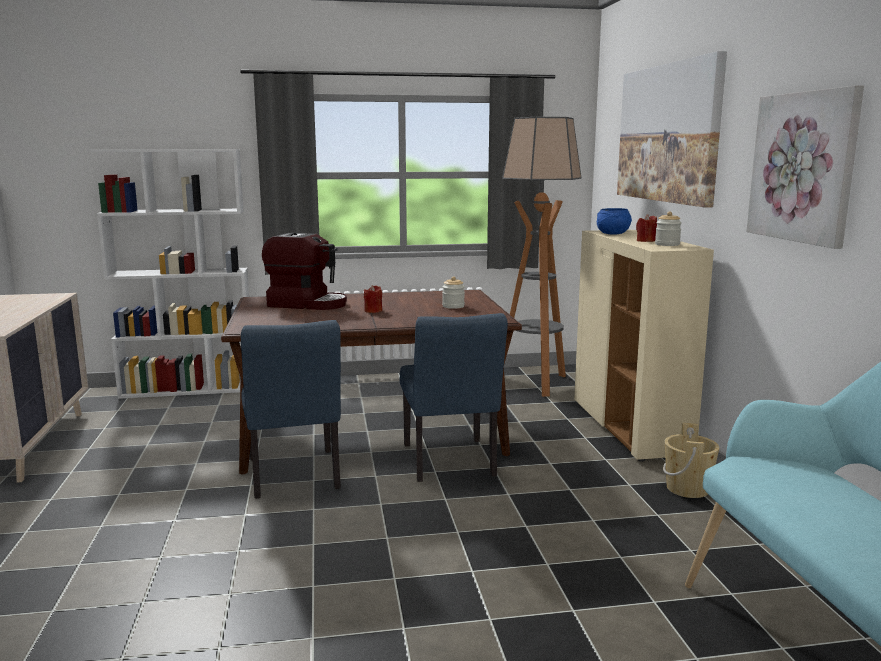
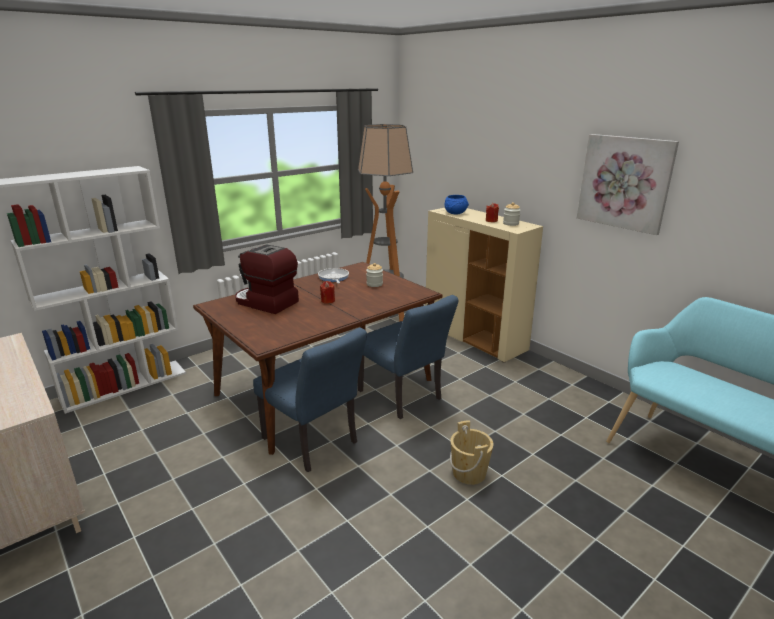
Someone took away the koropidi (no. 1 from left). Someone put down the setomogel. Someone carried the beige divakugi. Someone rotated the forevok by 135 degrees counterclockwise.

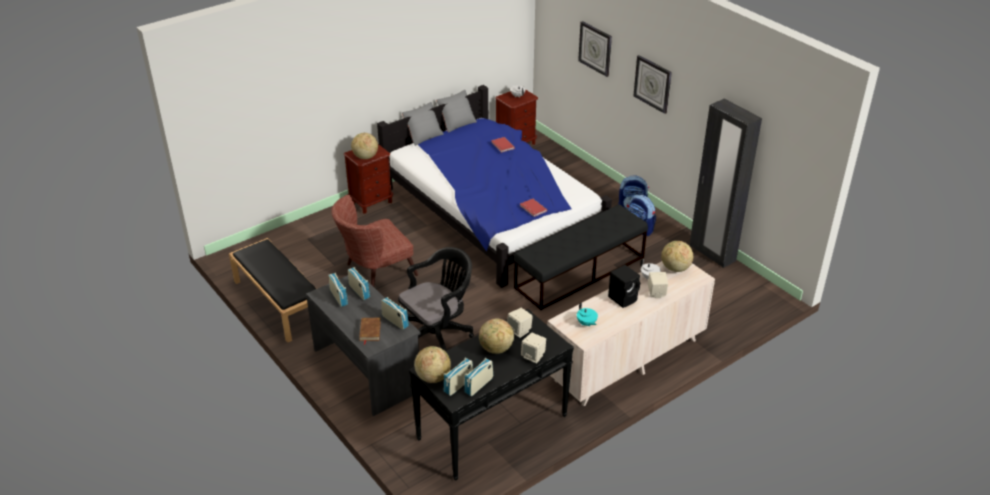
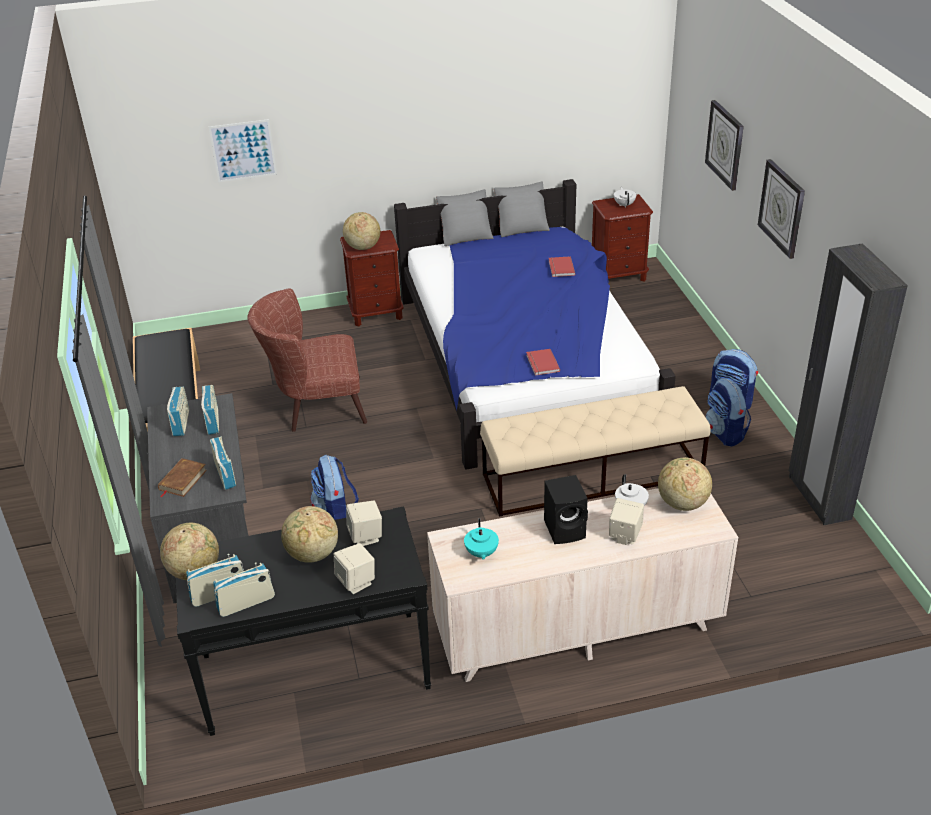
Someone put up the koropidi. Someone swapped the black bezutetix for the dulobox (no. 1 from left). Someone repainted the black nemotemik (no. 2 from left), which became the beige nemotemik.

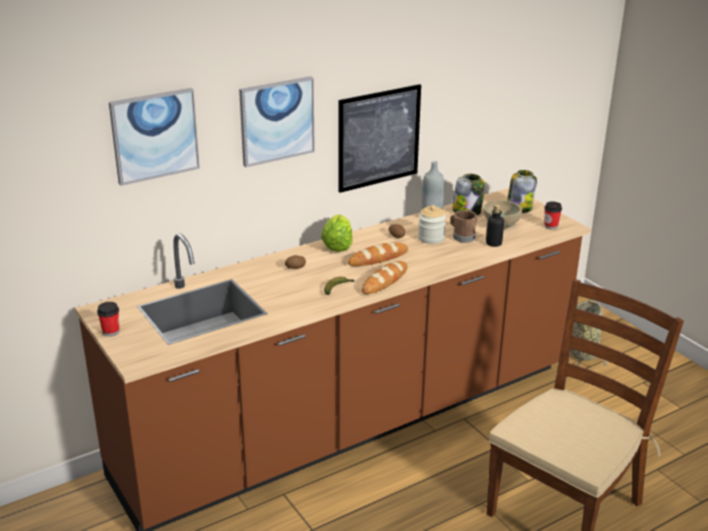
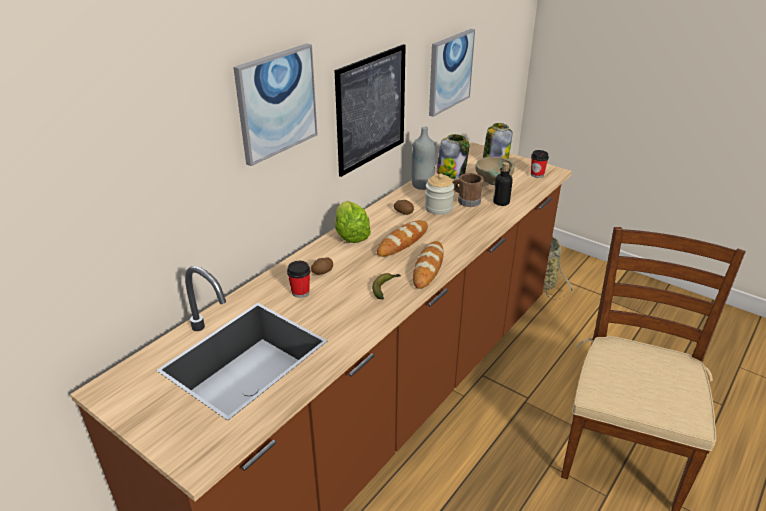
Someone carried the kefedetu (no. 1 from left). Someone carried the koropidi (no. 1 from left in the first image).

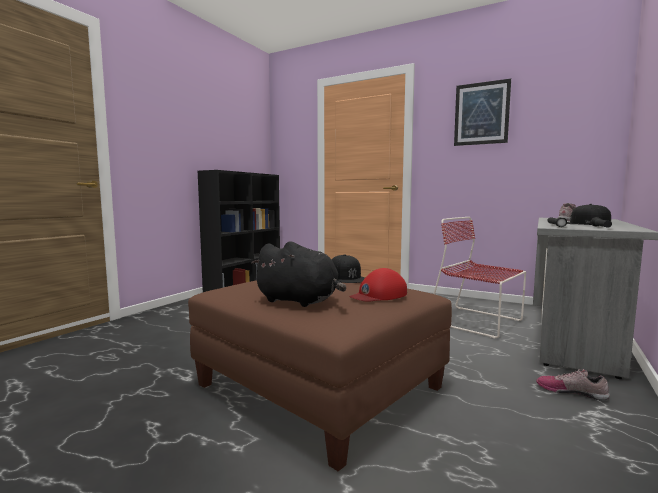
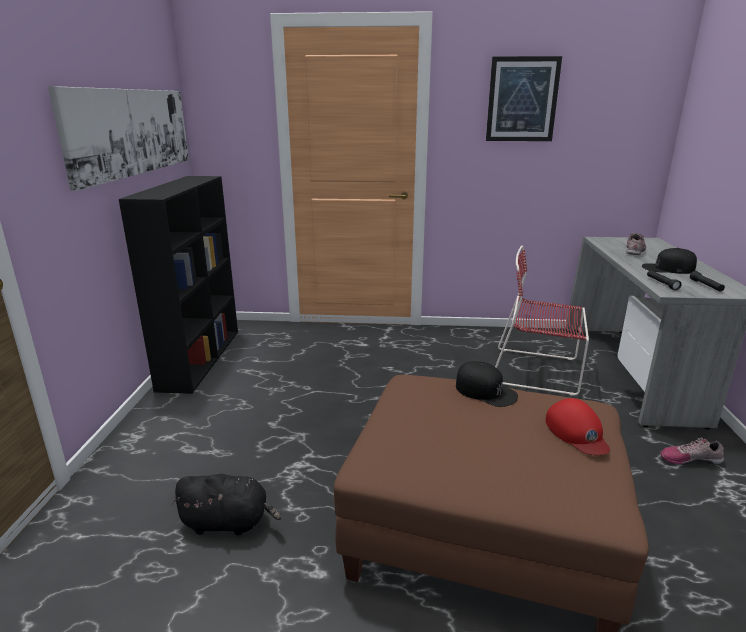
Someone put up the koropidi (no. 1 from left). Someone carried the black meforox. Someone rotated the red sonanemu by 45 degrees counterclockwise.

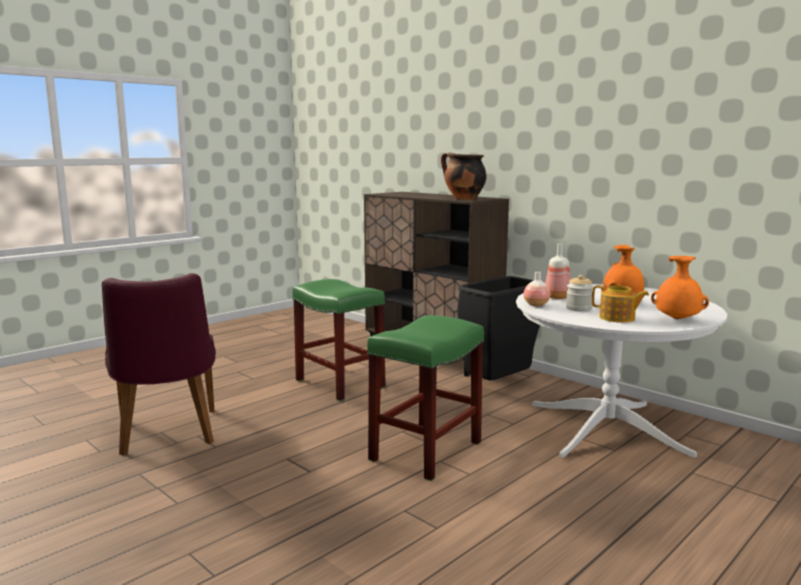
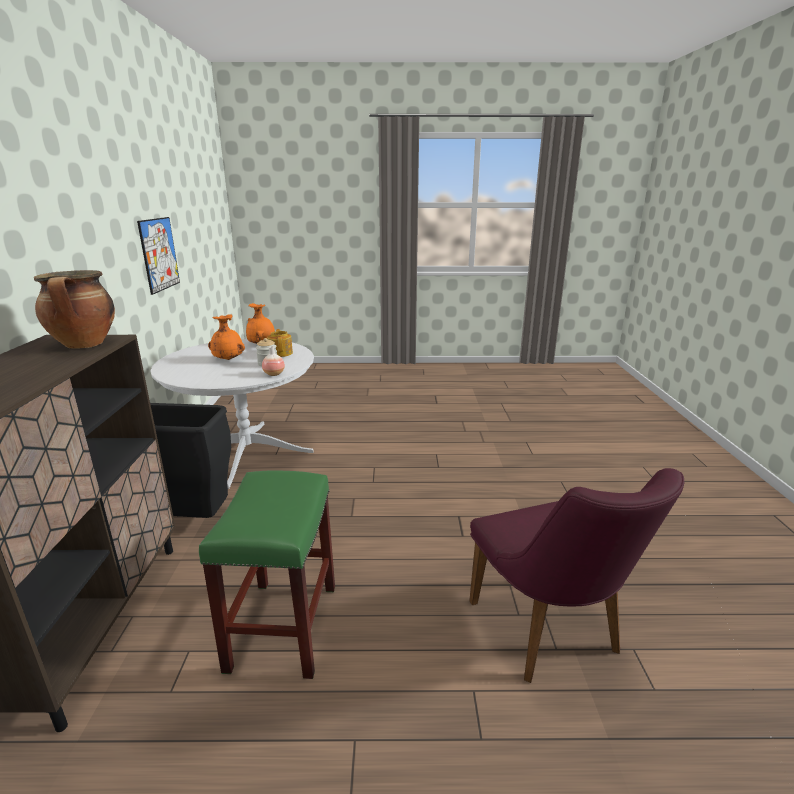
Someone took away the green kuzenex (no. 2 from left). Someone took away the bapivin. Someone put up the koropidi. Someone rotated the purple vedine by 135 degrees clockwise.

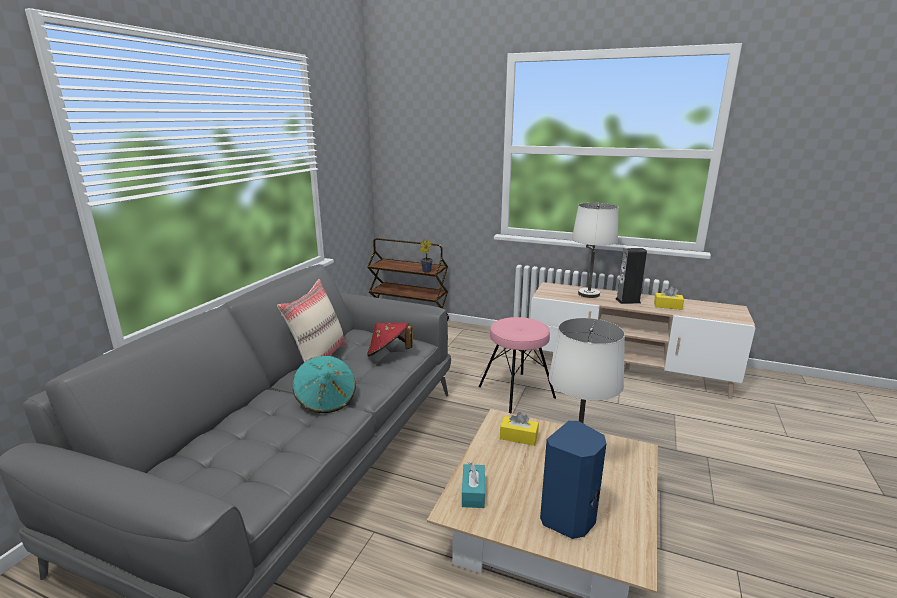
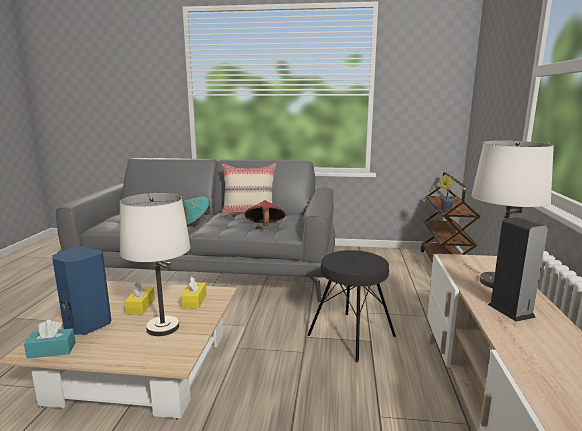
Someone carried the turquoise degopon. Someone carried the yellow degopon (no. 2 from left in the first image). Someone repainted the pink kuzenex, which became the black kuzenex.

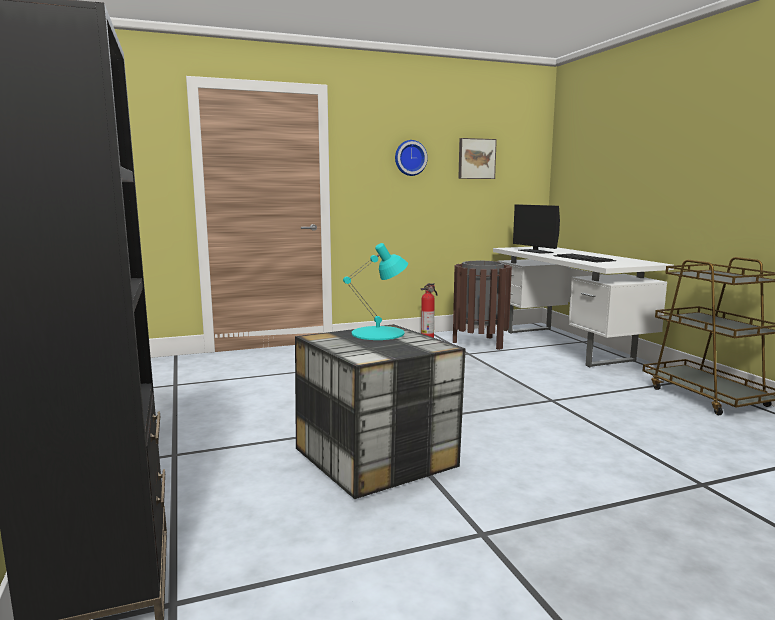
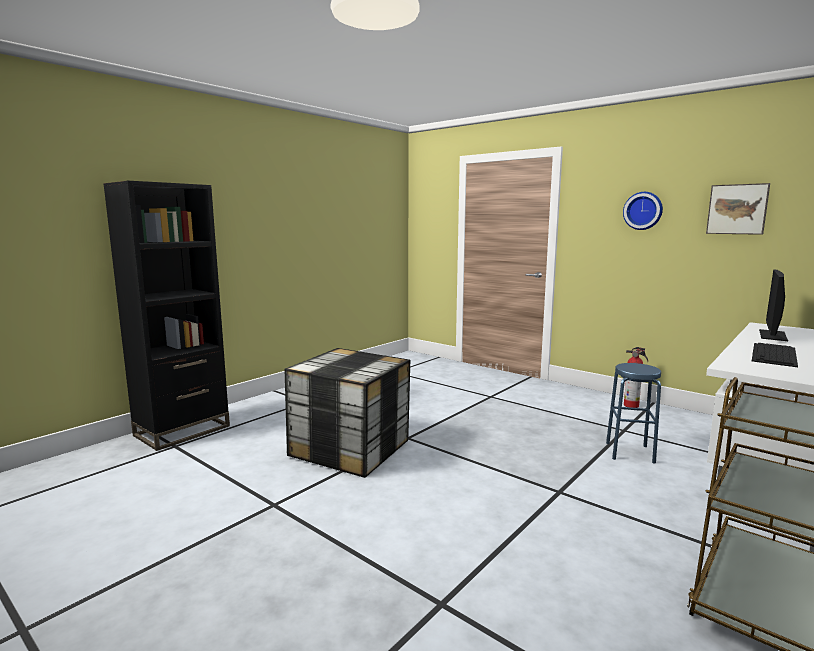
Someone took away the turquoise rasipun. Someone took away the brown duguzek. Someone put down the blue kuzenex.

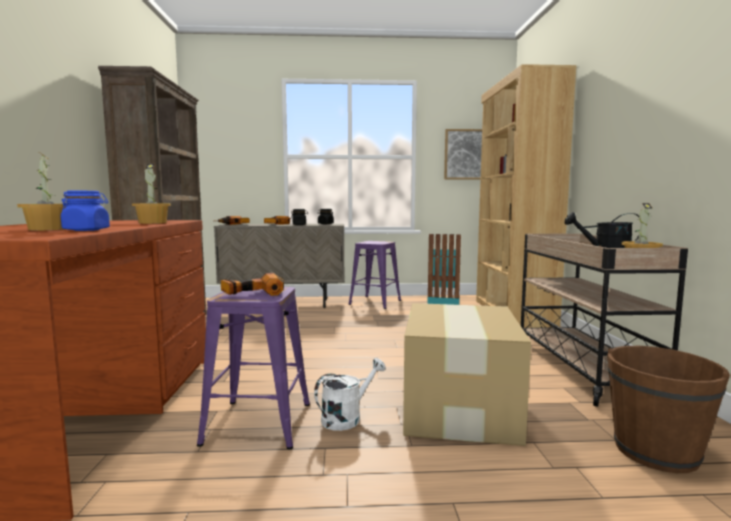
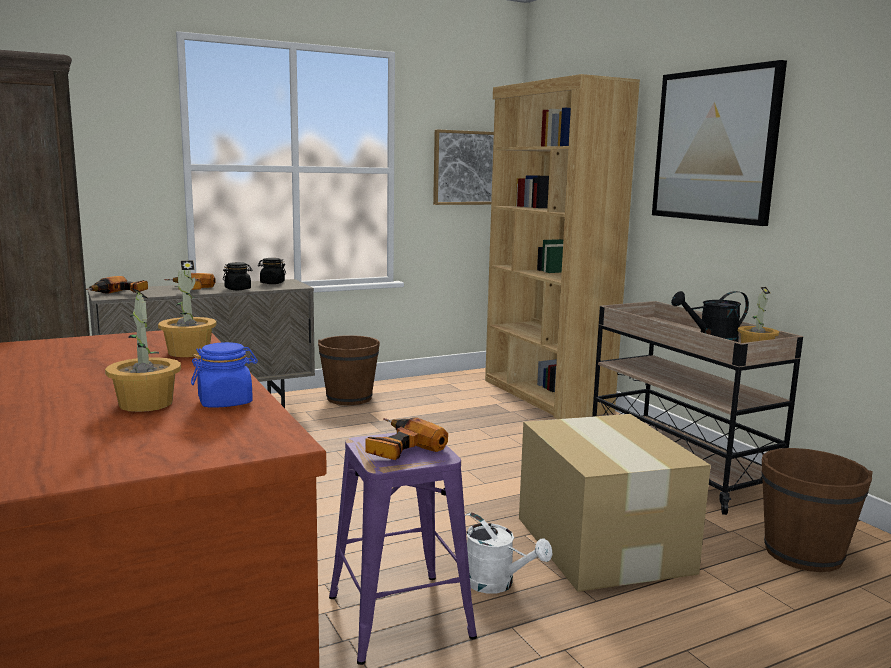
Someone took away the turquoise duguzek. Someone put up the koropidi (no. 2 from left). Someone swapped the purple kuzenex (no. 2 from left) for the brown divakugi (no. 1 from left). Someone rotated the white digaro by 105 degrees clockwise.

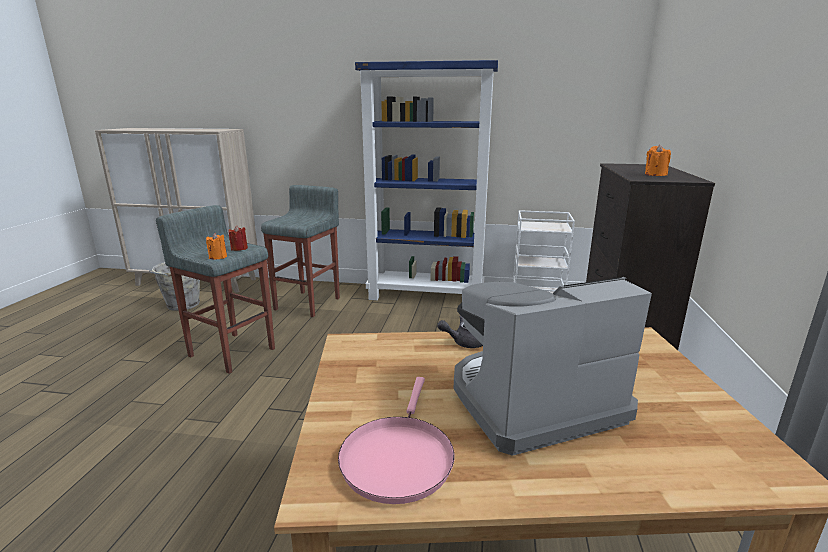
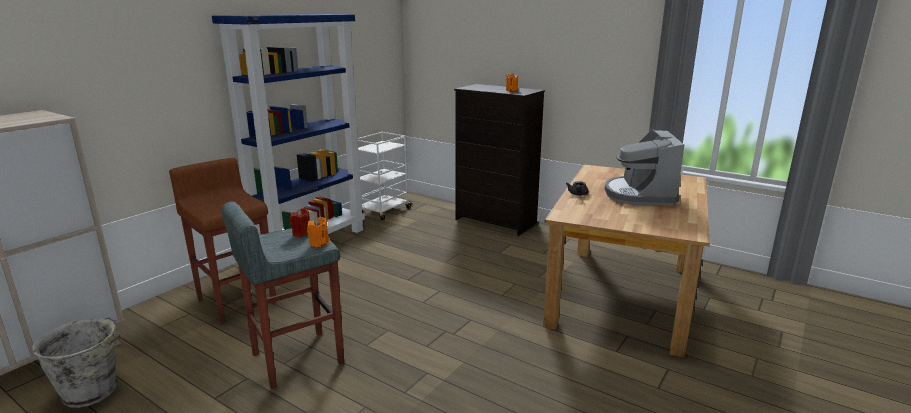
Someone took away the pink setomogel. Someone repainted the grey kuzenex (no. 2 from left), which became the brown kuzenex.

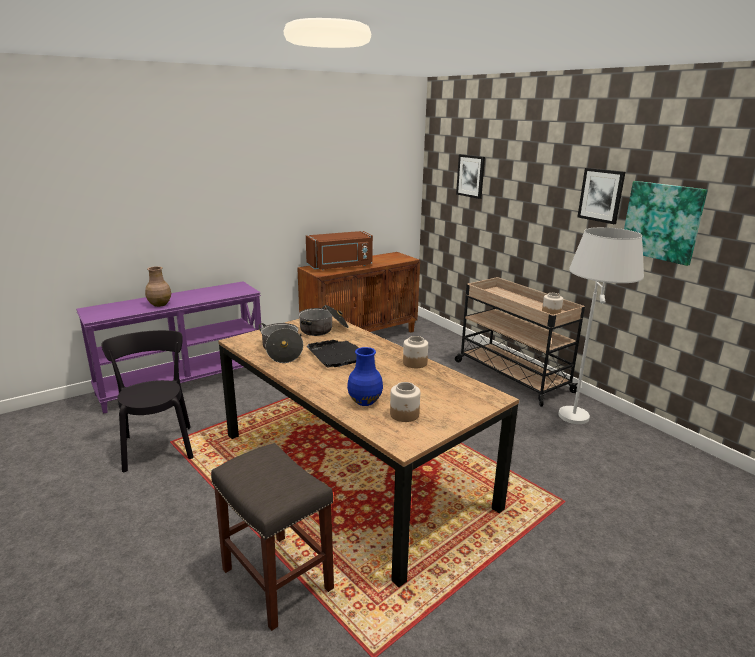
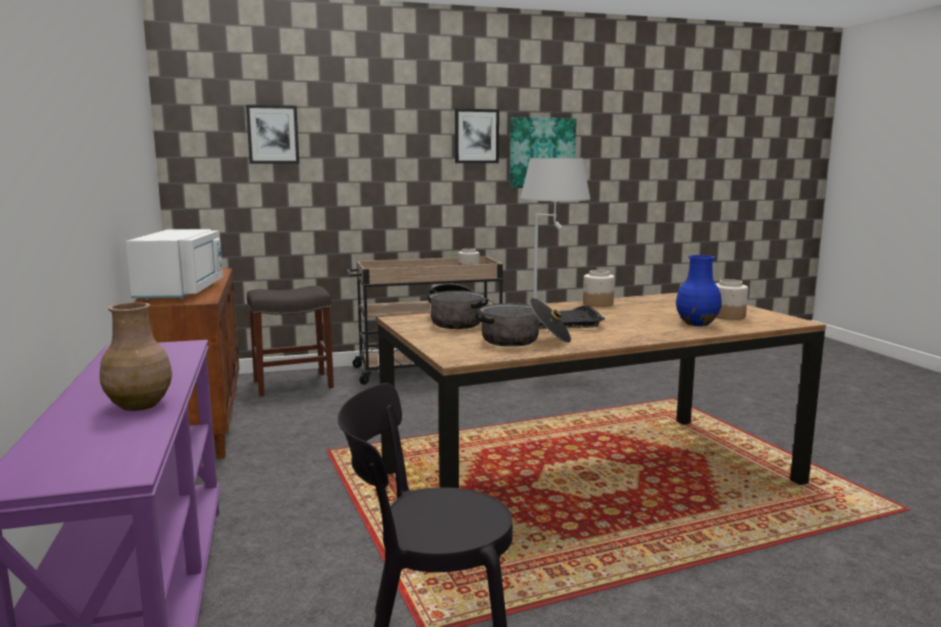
Someone carried the grey kuzenex. Someone repainted the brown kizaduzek, which became the white kizaduzek.

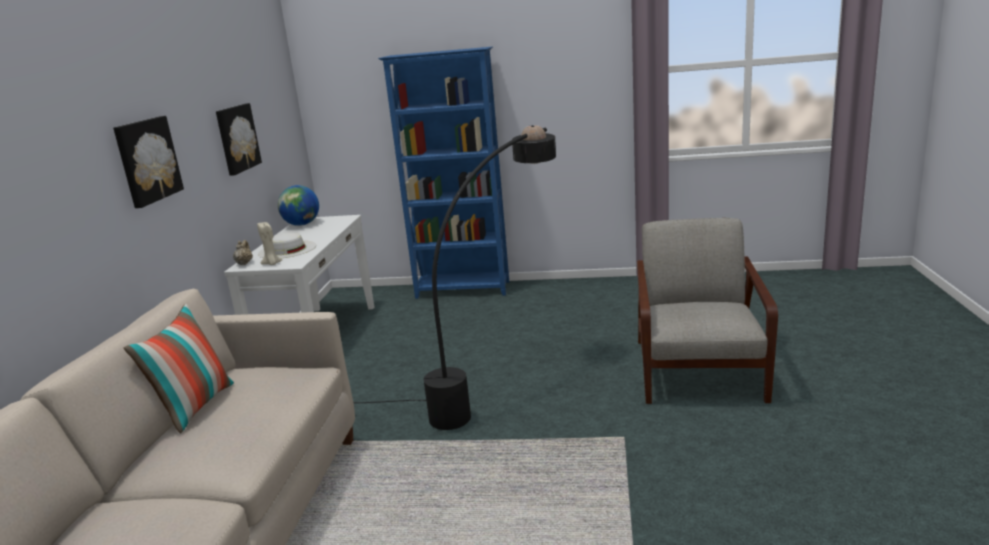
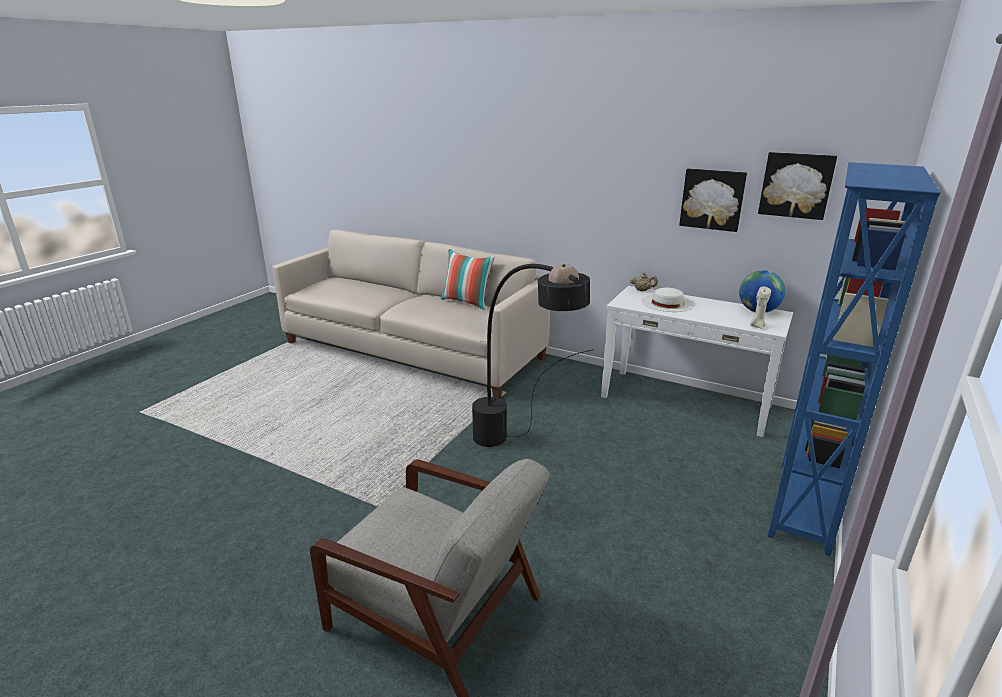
Someone carried the koropidi (no. 1 from left in the first image). Someone carried the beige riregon.

